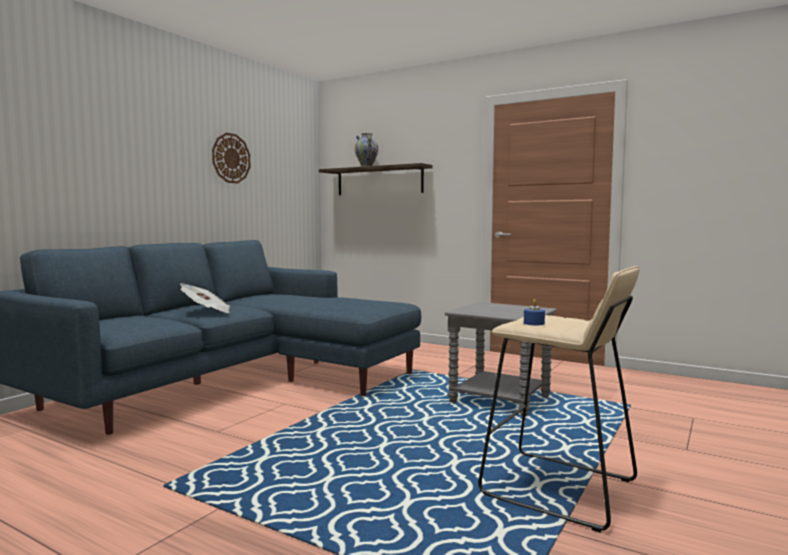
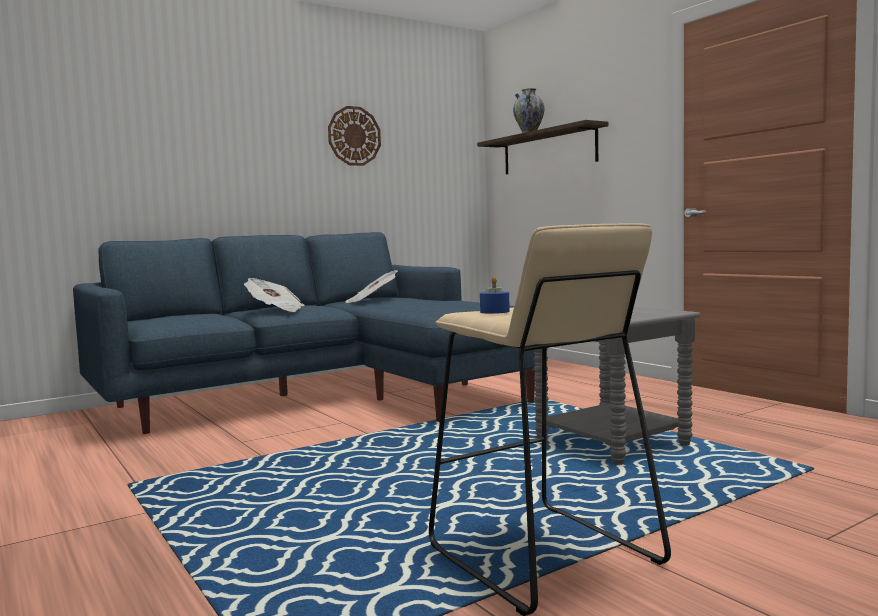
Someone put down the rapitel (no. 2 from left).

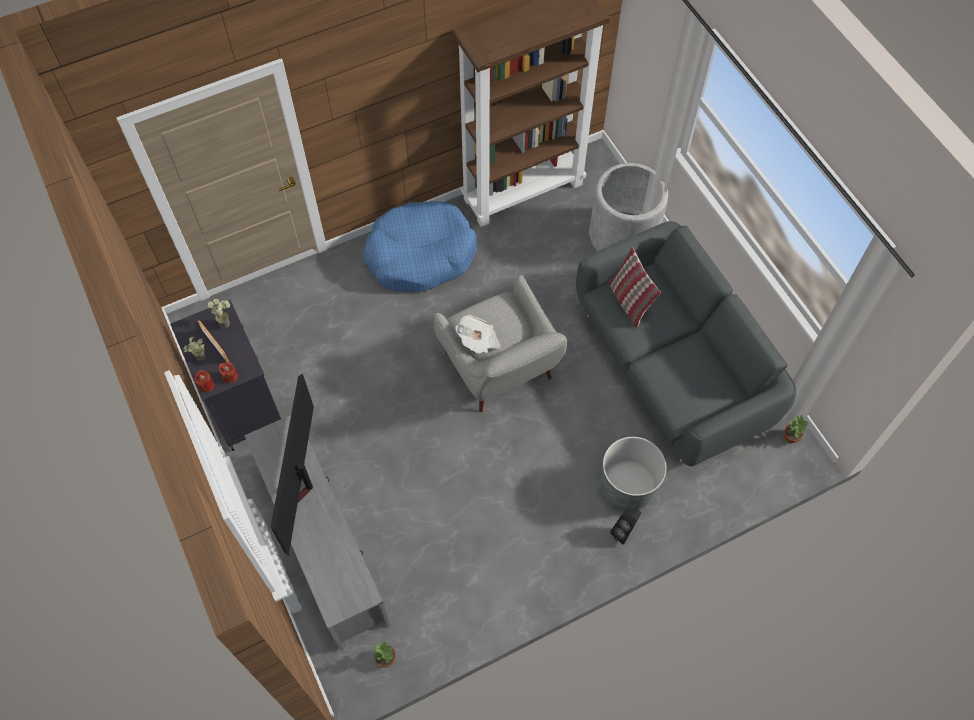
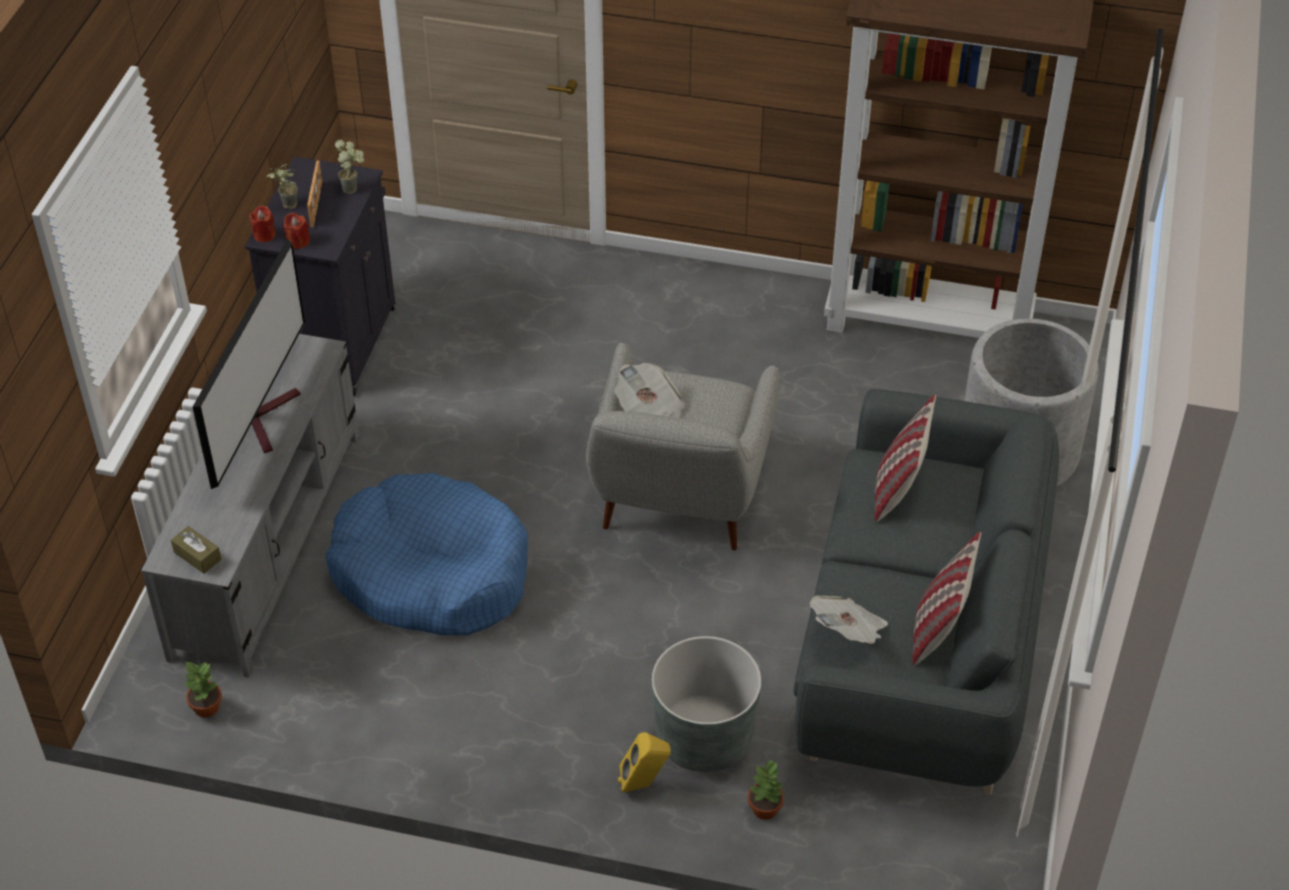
Someone put down the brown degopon. Someone put down the rapitel (no. 2 from left). Someone put down the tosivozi (no. 2 from left). Someone carried the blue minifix. Someone carried the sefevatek (no. 4 from left). Someone repainted the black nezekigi, which became the yellow nezekigi. Someone rotated the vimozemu by 150 degrees clockwise.

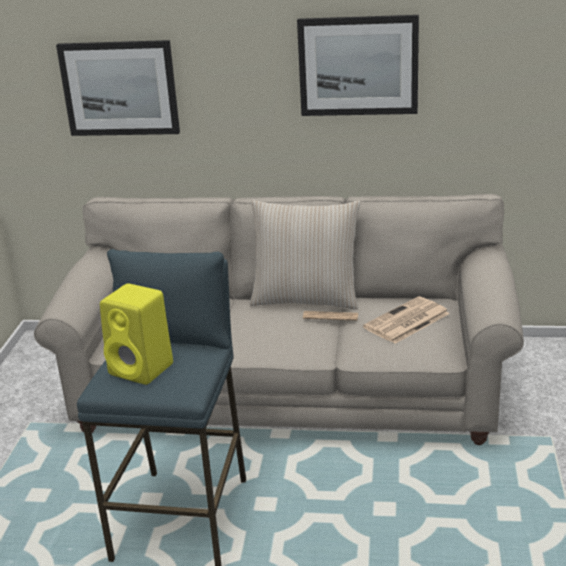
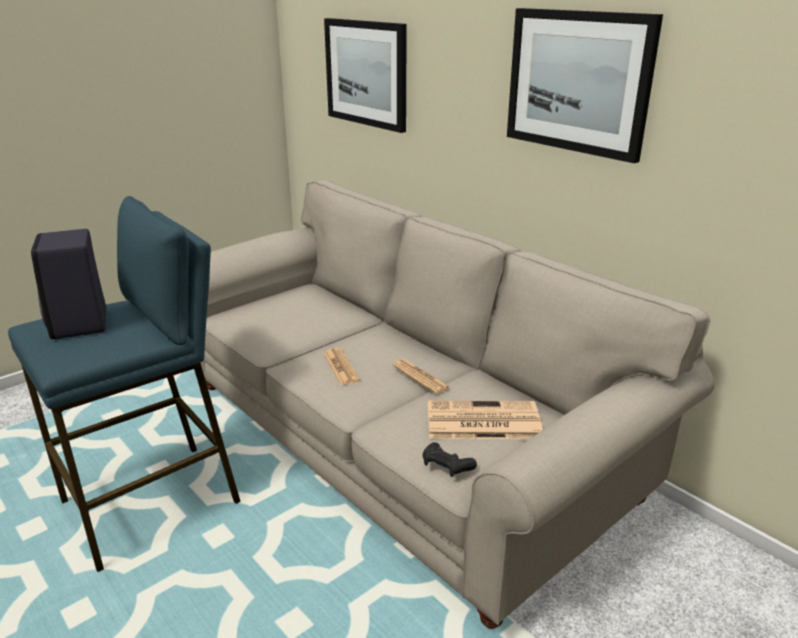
Someone took away the beige tosivozi. Someone put down the rapitel (no. 1 from left). Someone put down the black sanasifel. Someone repainted the yellow nezekigi, which became the black nezekigi.

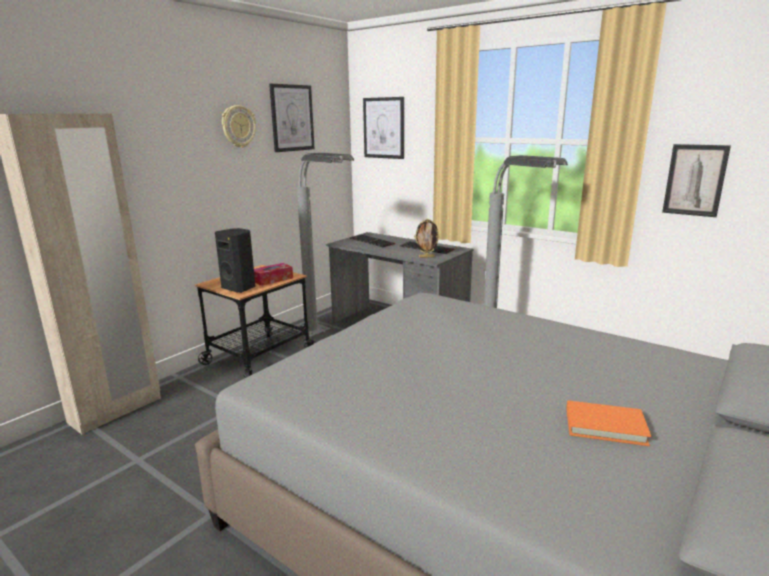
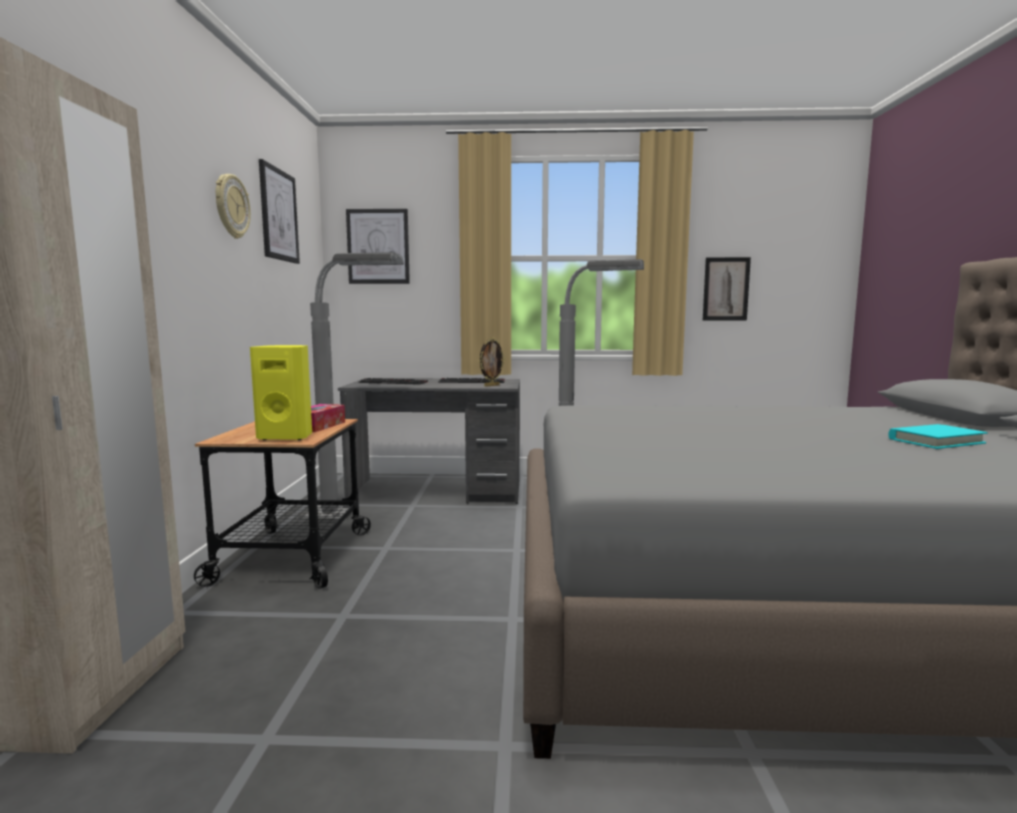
Someone repainted the black nezekigi, which became the yellow nezekigi. Someone repainted the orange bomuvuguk, which became the turquoise bomuvuguk.

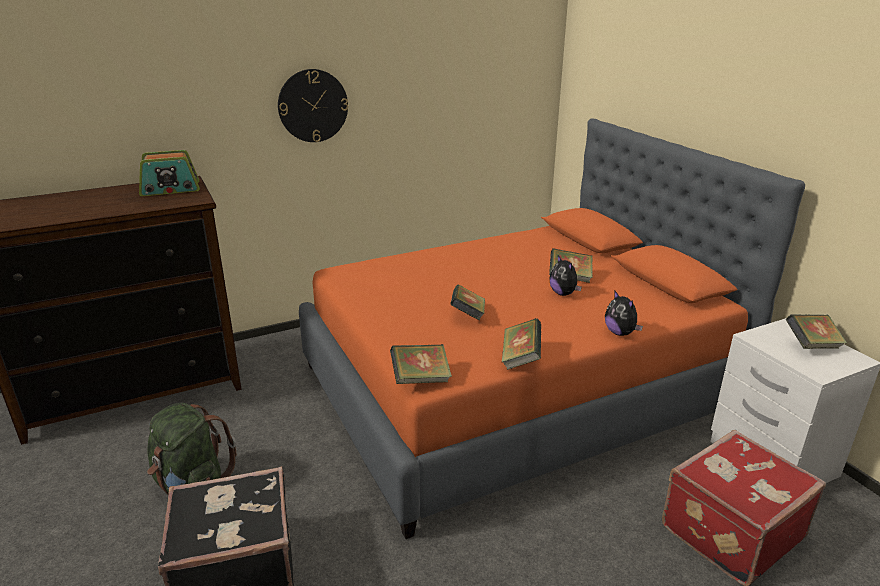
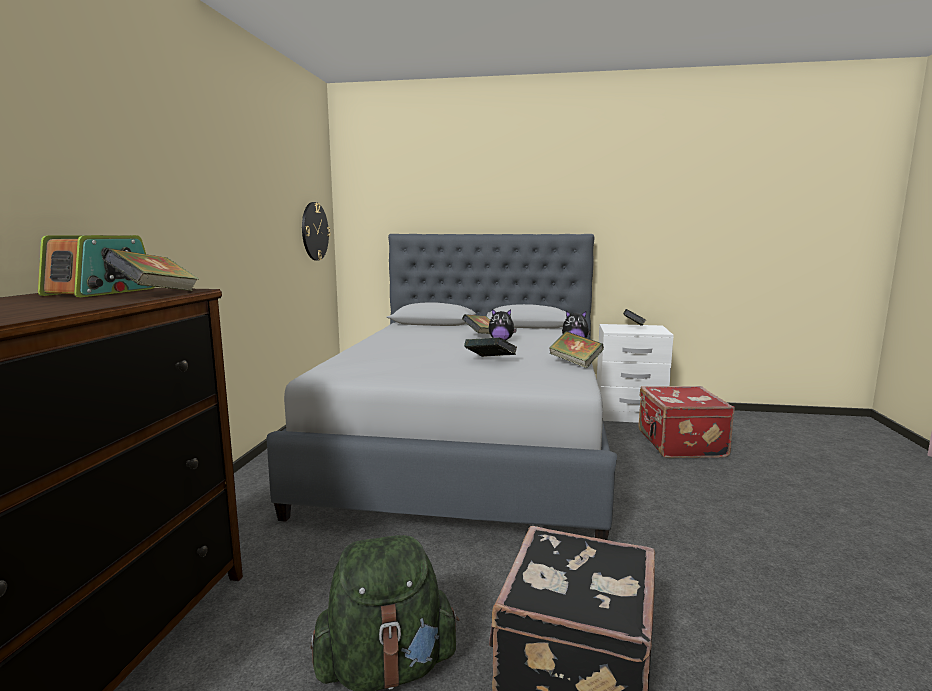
Someone carried the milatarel. Someone carried the bomuvuguk (no. 1 from left). Someone repainted the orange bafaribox, which became the grey bafaribox.

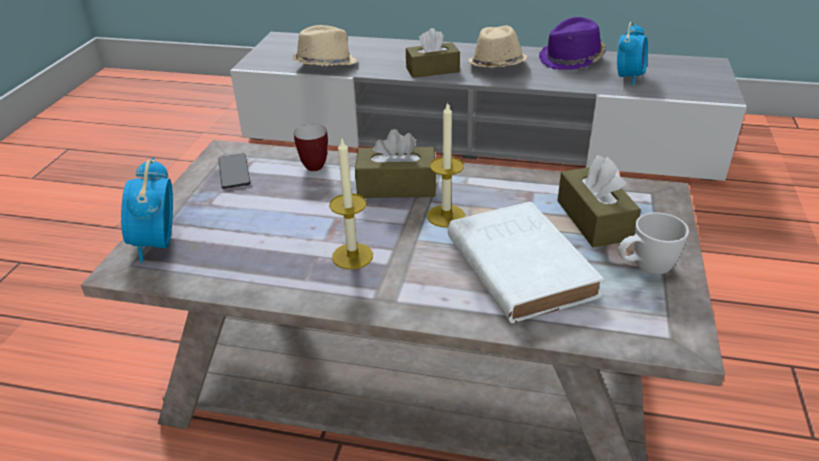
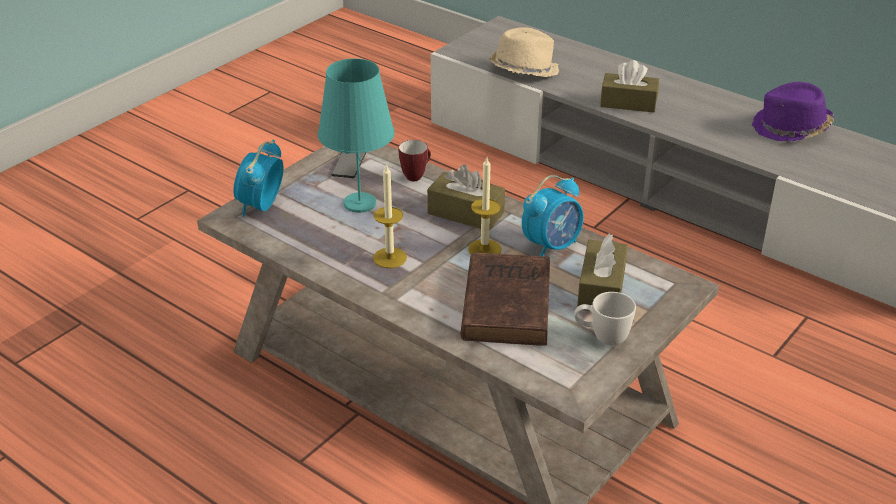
Someone took away the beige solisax (no. 2 from left). Someone put down the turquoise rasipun. Someone carried the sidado (no. 2 from left). Someone repainted the white bomuvuguk, which became the brown bomuvuguk.

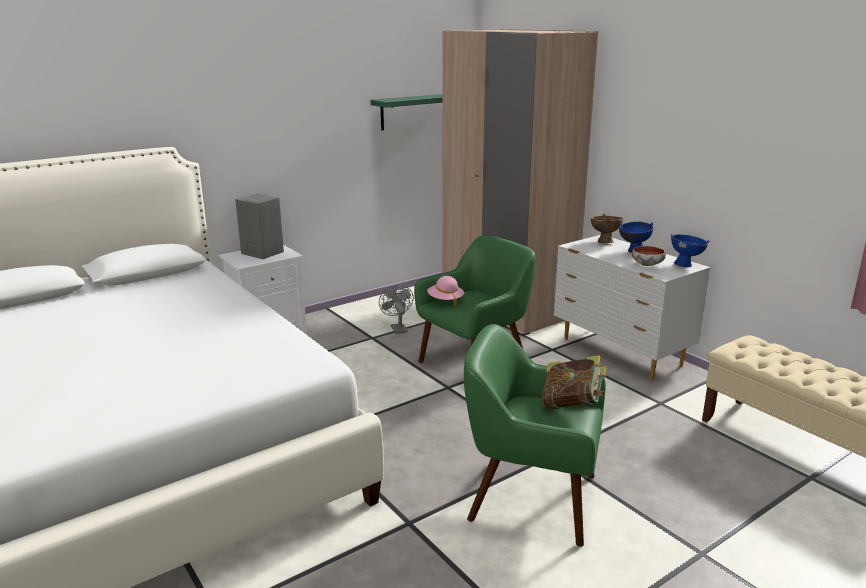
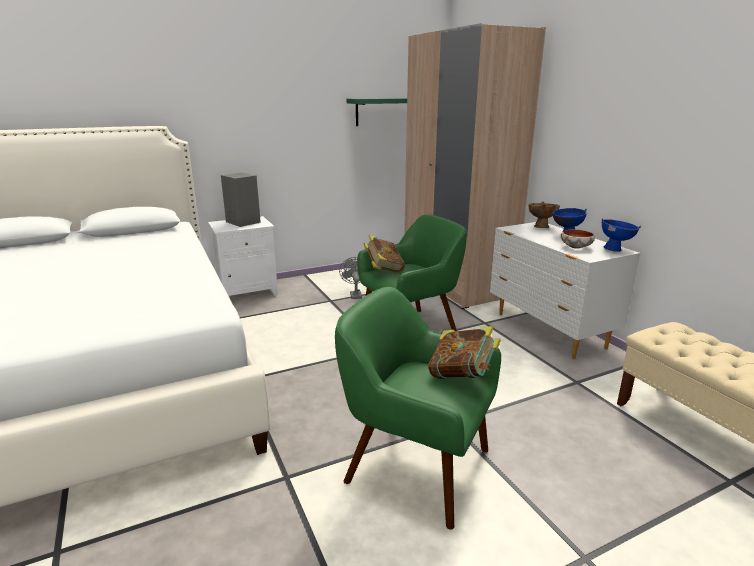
Someone swapped the pink solisax for the bomuvuguk (no. 1 from left).

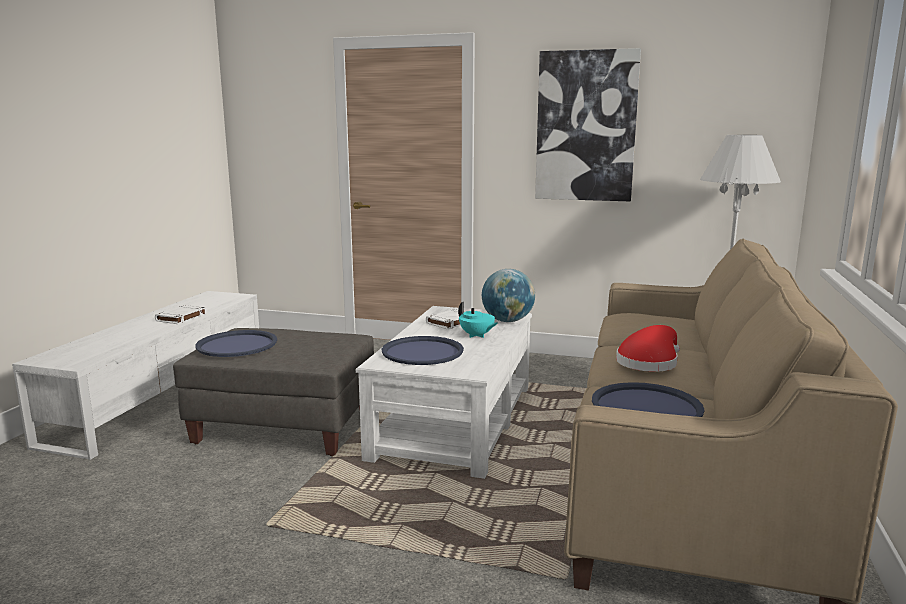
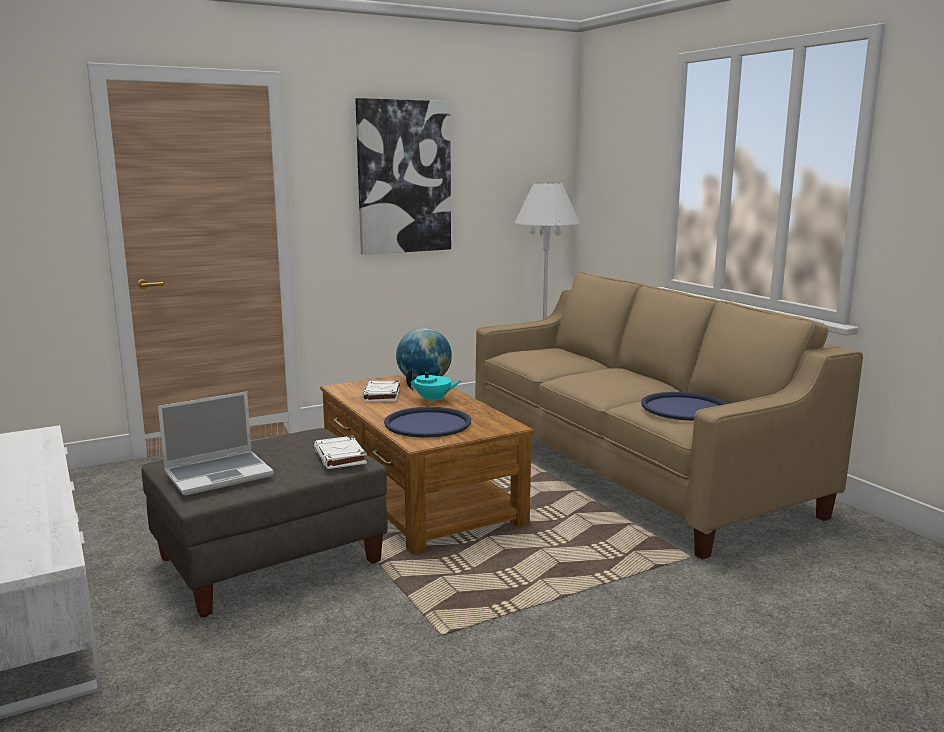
Someone took away the red solisax. Someone carried the white bomuvuguk (no. 1 from left). Someone swapped the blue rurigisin (no. 1 from left) for the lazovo. Someone repainted the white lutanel, which became the brown lutanel.

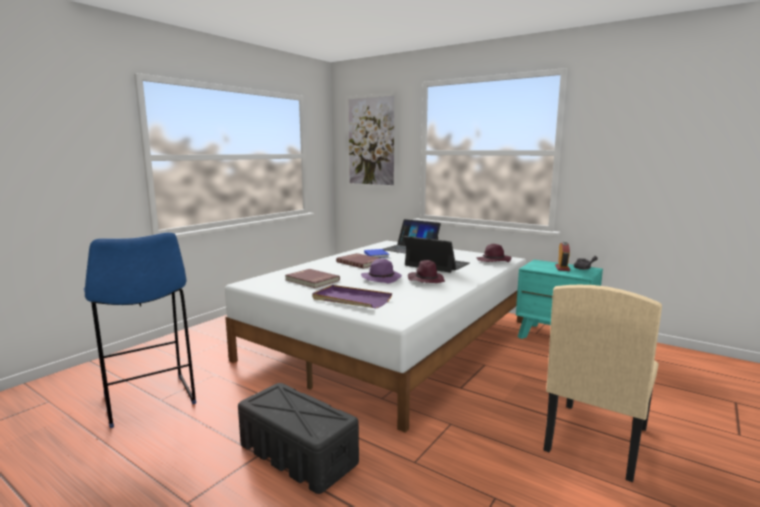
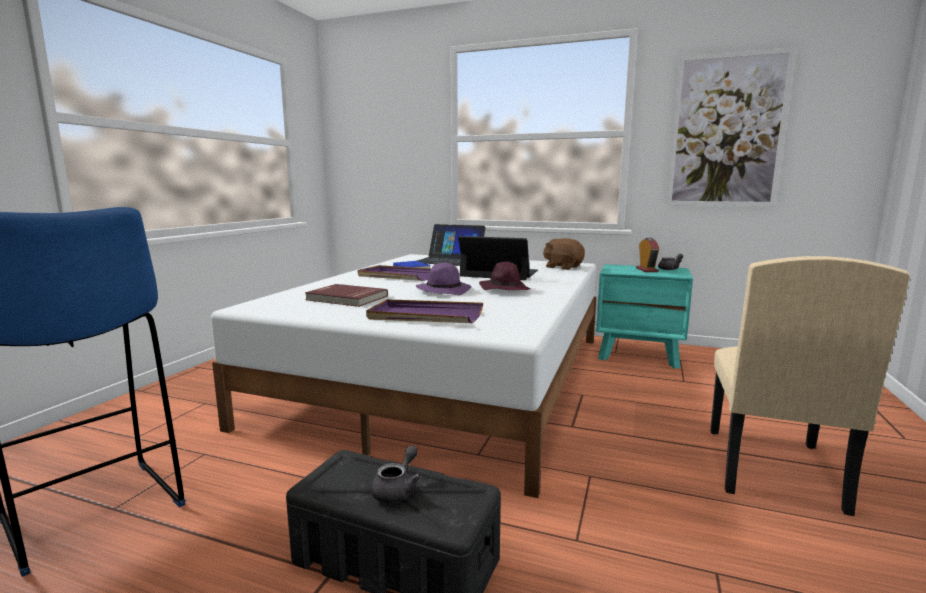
Someone put down the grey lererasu (no. 1 from left). Someone carried the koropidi. Someone swapped the red bomuvuguk (no. 2 from left) for the purple rurigisin (no. 1 from left). Someone swapped the purple solisax (no. 3 from left) for the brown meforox.

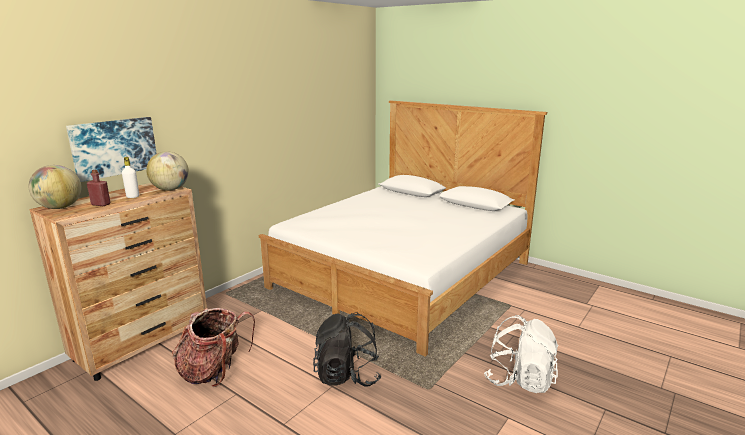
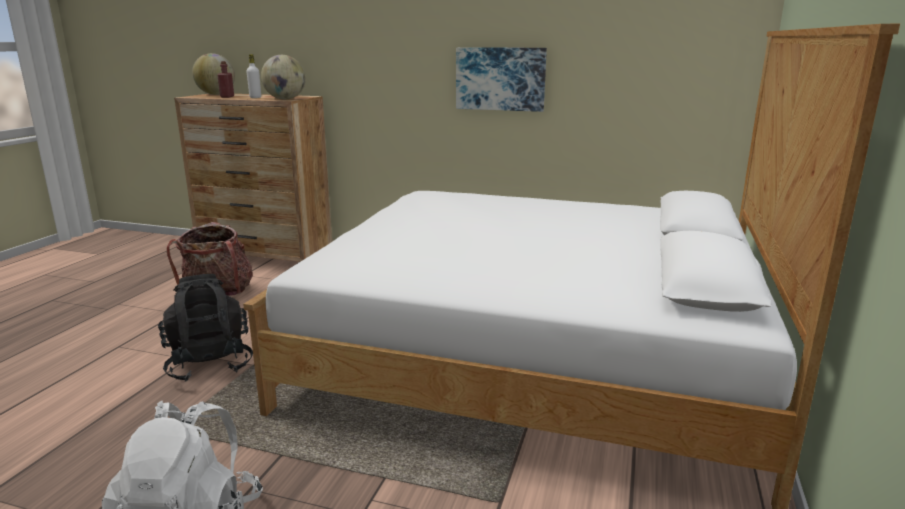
Someone carried the koropidi.

